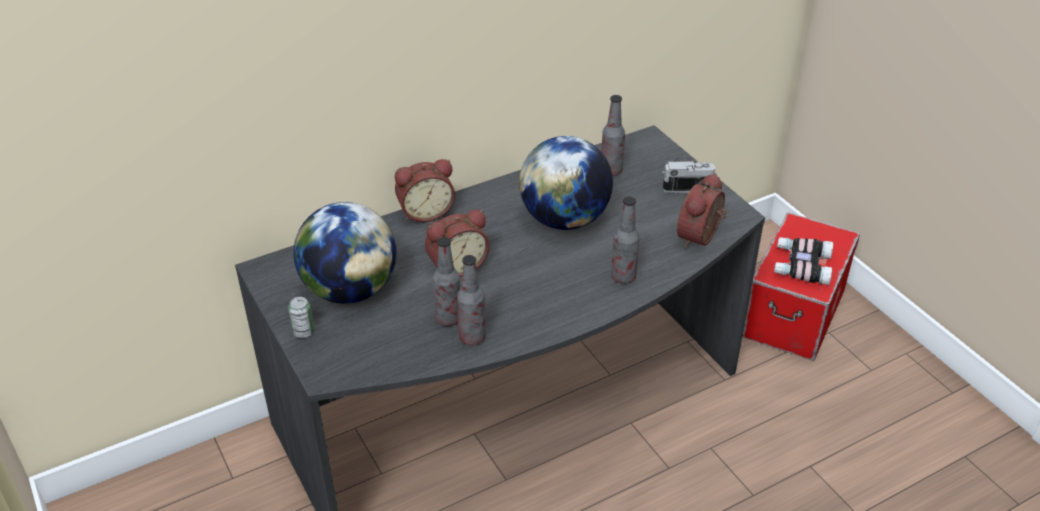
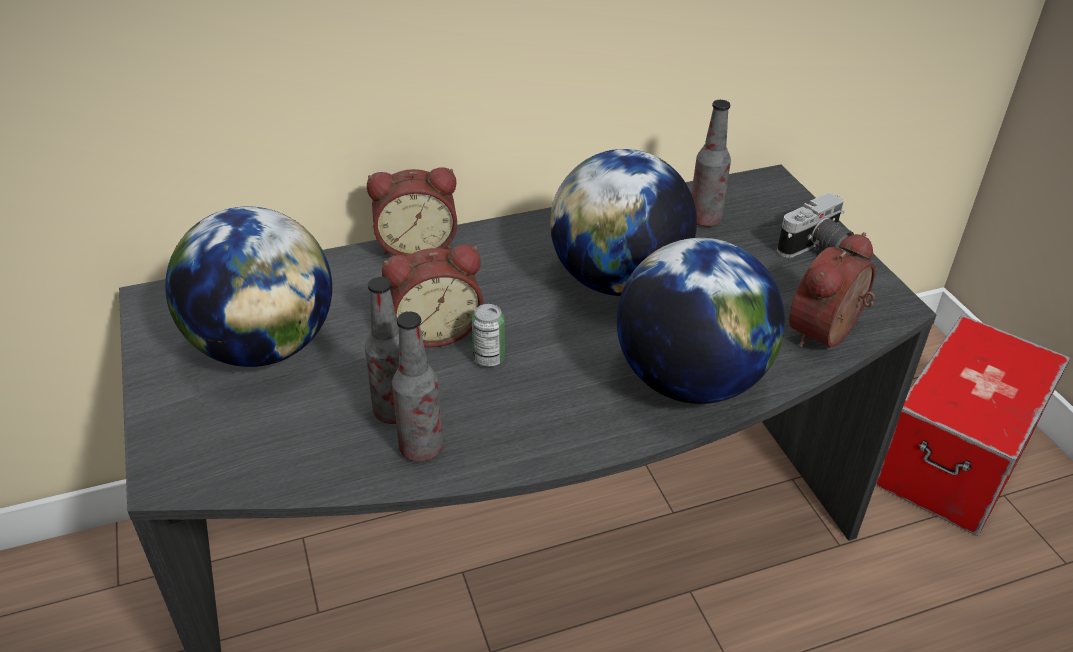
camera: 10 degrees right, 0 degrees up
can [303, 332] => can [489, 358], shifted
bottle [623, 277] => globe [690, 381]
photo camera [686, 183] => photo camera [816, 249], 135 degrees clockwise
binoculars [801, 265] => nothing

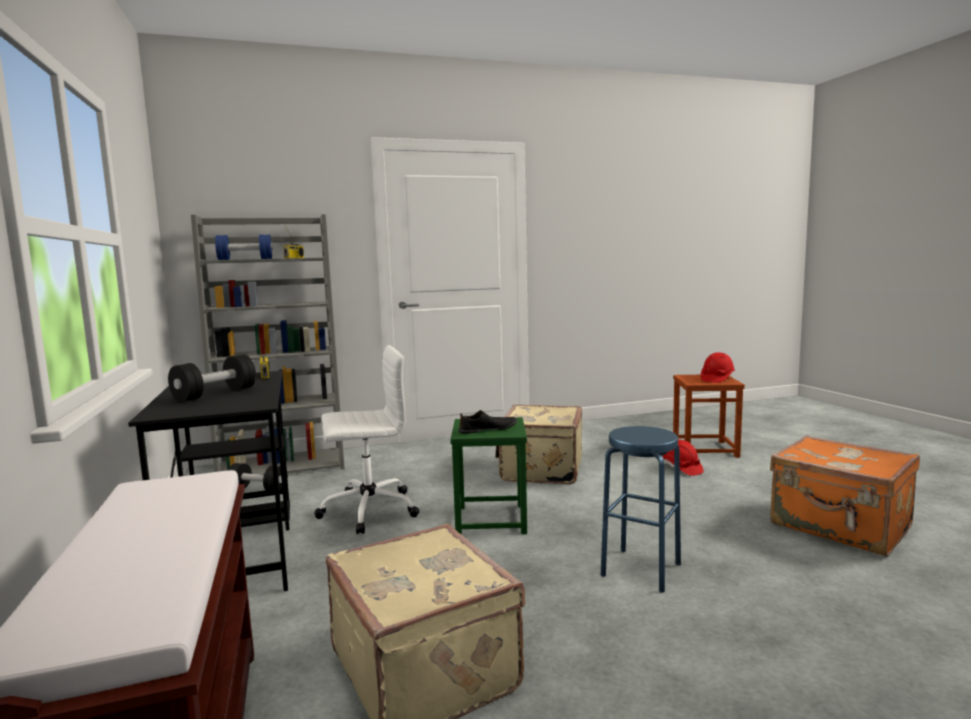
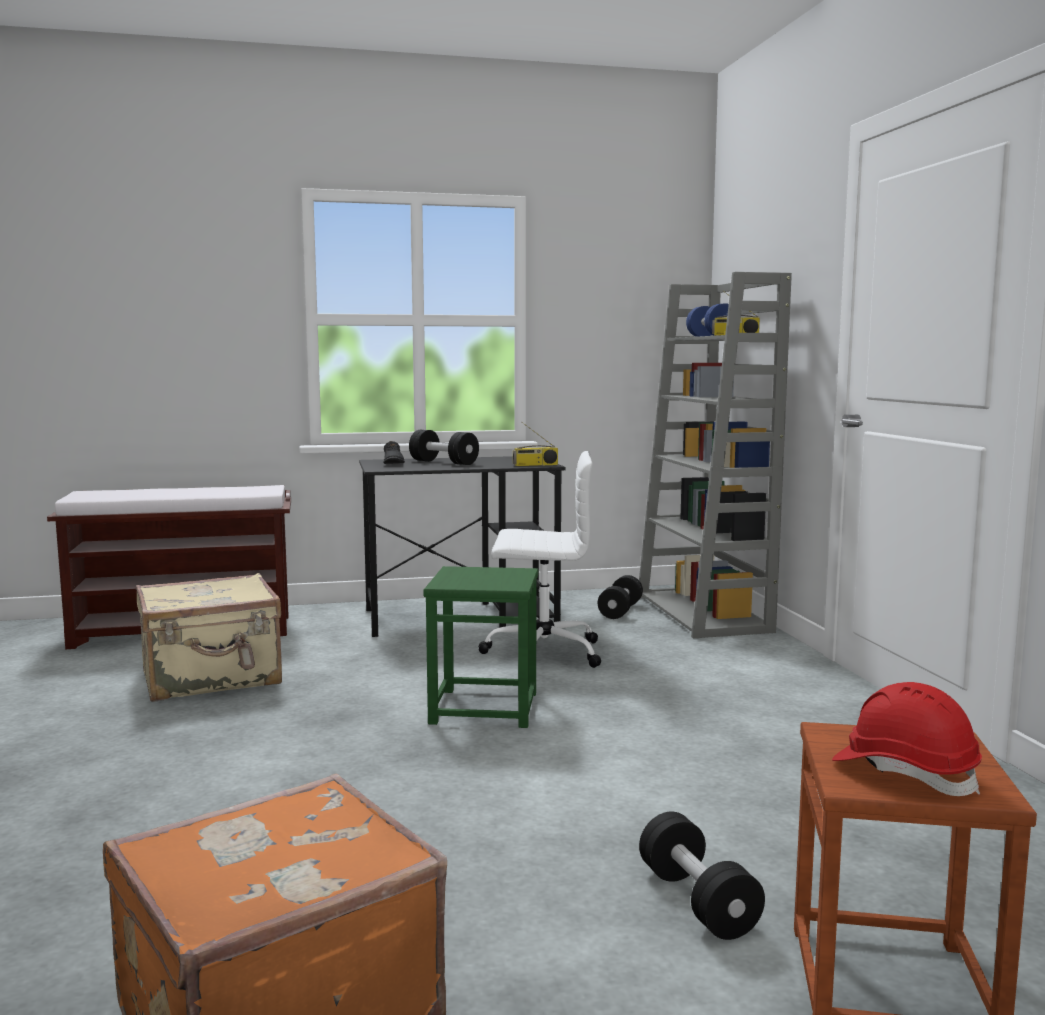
camera: 95 degrees right, 0 degrees up
office chair (white) [367, 510] => office chair (white) [541, 653], 75 degrees counterclockwise
shoe (black) [488, 429] => shoe (black) [392, 463], shifted
suitcase (beige) [540, 469] => nothing
stool (blue) [641, 570] => nothing
hard hat (red) [681, 468] => dumbbell (black) [697, 901]

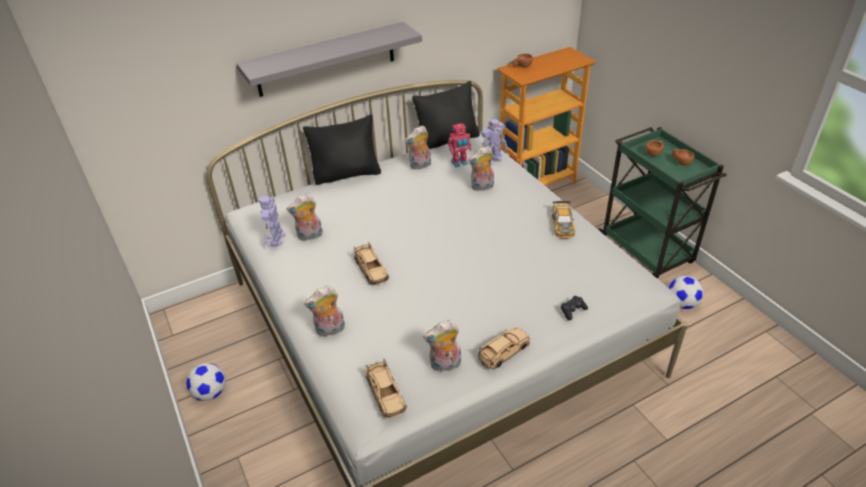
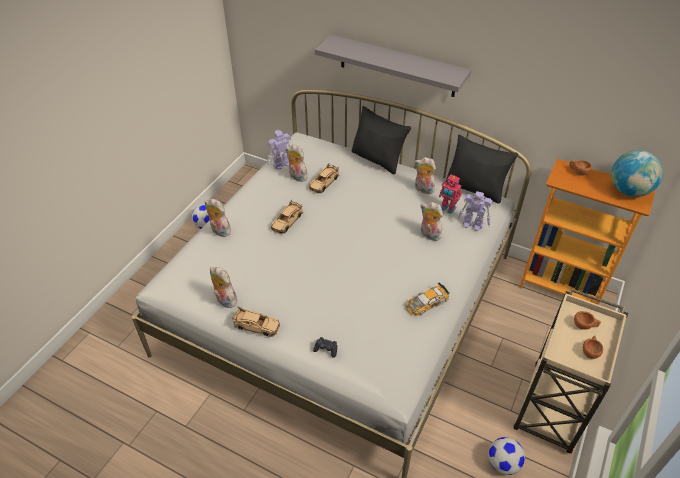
camera: 55 degrees right, 5 degrees up
toy car (beige) [386, 394] => toy car (beige) [324, 182], shifted
cart (green) [647, 251] => cart (beige) [551, 409]
nothing => globe [629, 191]

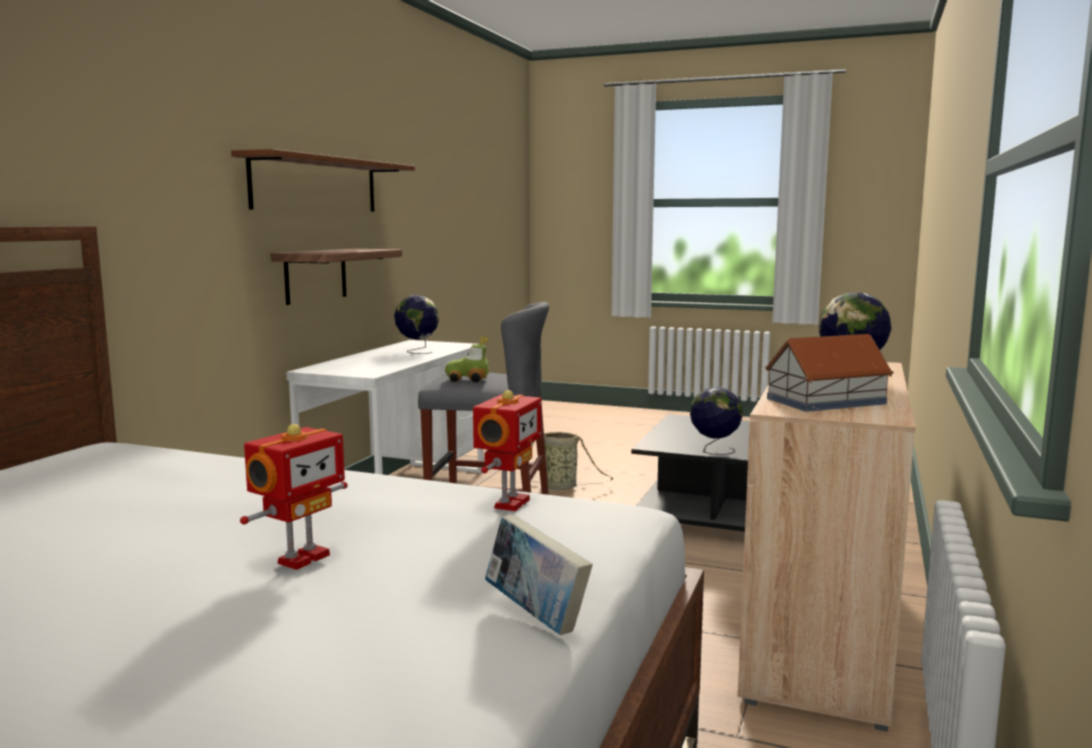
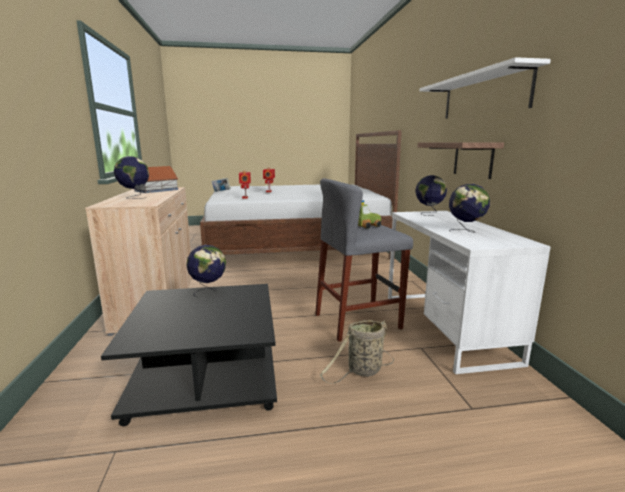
camera: 150 degrees right, 5 degrees up
shelf (brown) [316, 185] => shelf (white) [483, 95]
nothing => globe [429, 213]

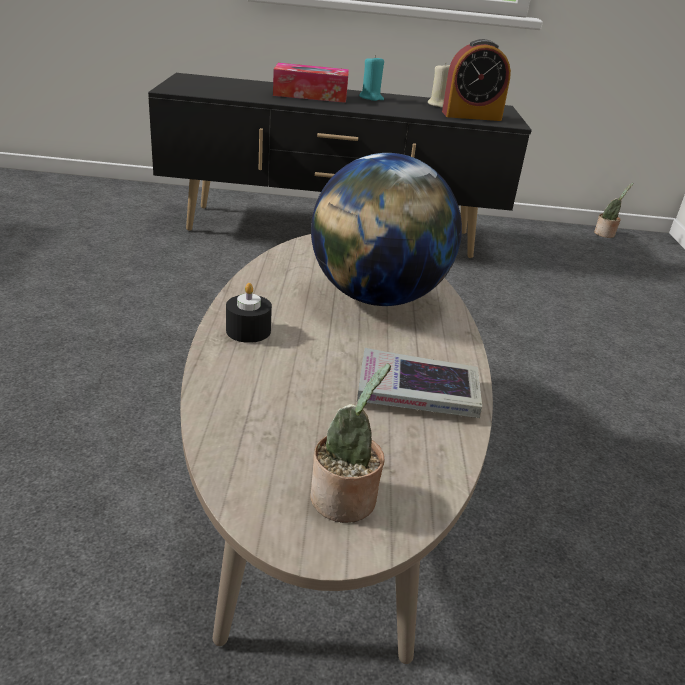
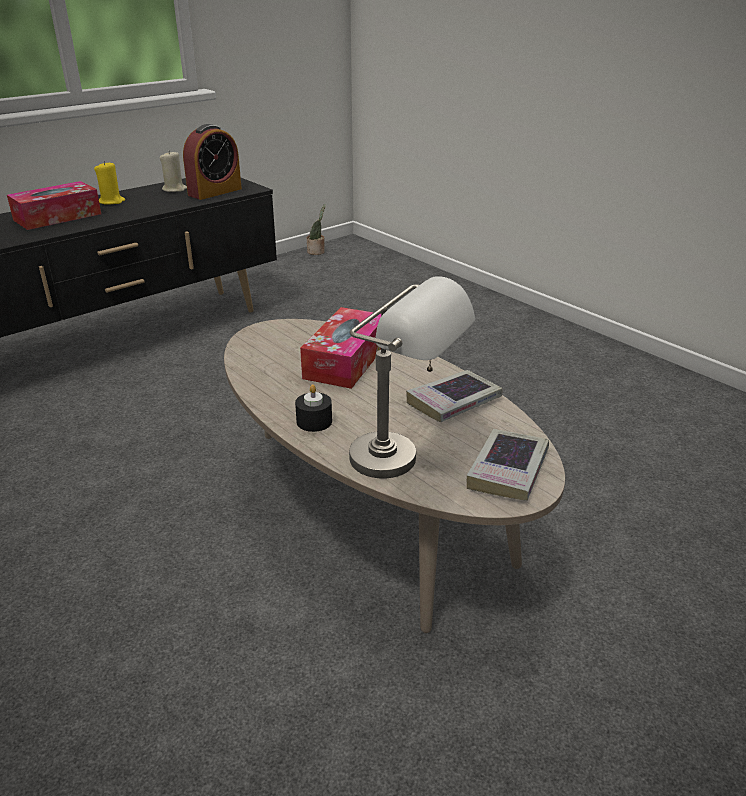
camera: 40 degrees left, 0 degrees up
potted plant [345, 502] => book [508, 470]
globe [377, 297] => tissue box [346, 360]
candle (turquoise) [371, 98] => candle (yellow) [112, 201]
nothing => table lamp (grey) [405, 464]

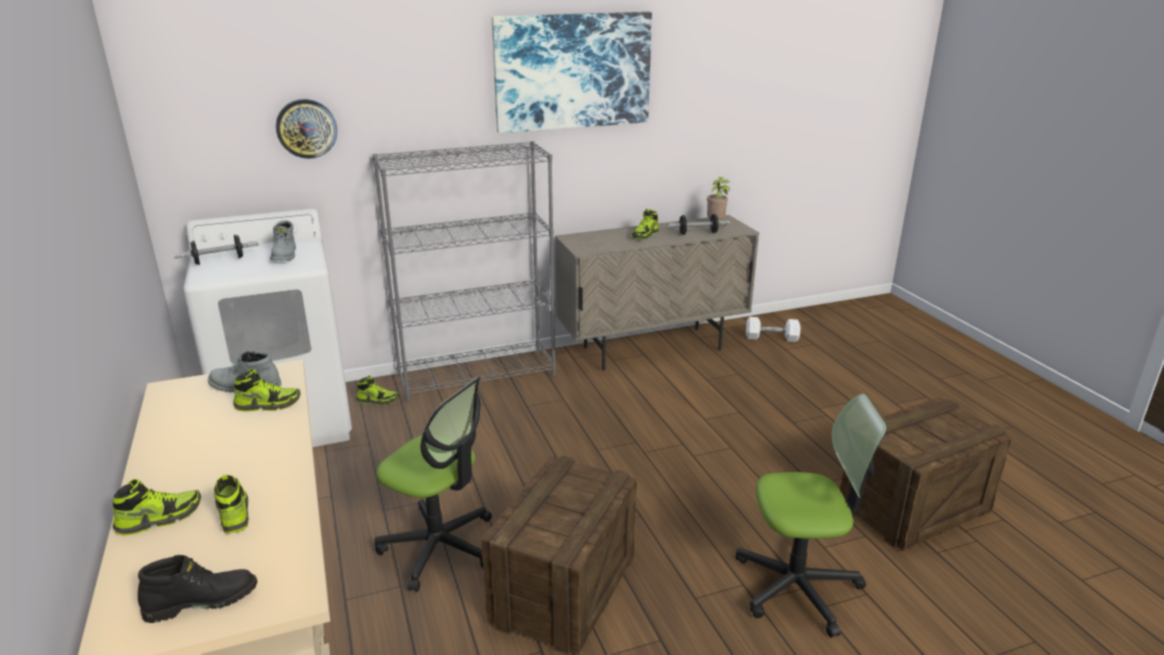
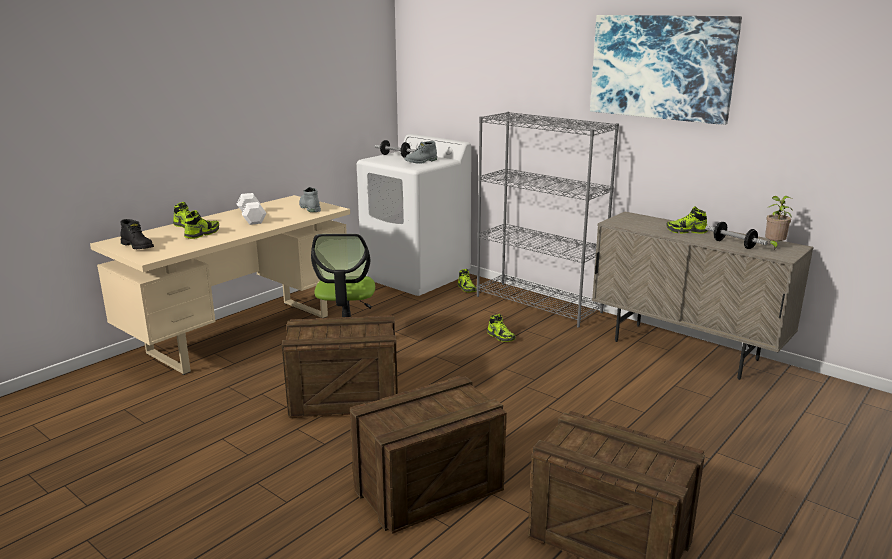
camera: 60 degrees right, 5 degrees down
shoe [268, 404] => shoe [501, 337], shifted
wall clock [306, 128] => nothing
office chair [797, 586] => crate [427, 489]
dumbbell (white) [771, 338] => dumbbell (white) [252, 217], shifted

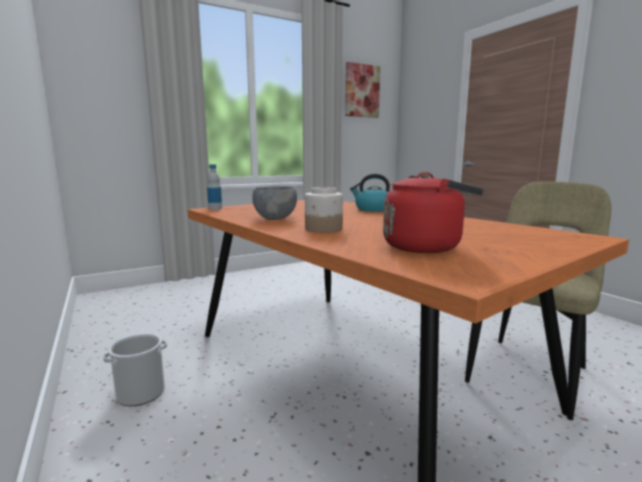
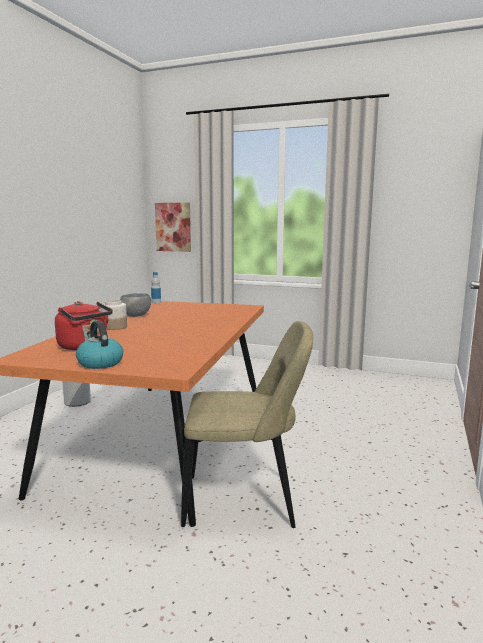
camera: 50 degrees right, 0 degrees up
picture [362, 91] => picture [173, 227], shifted
kettle [372, 209] => kettle [100, 363], shifted

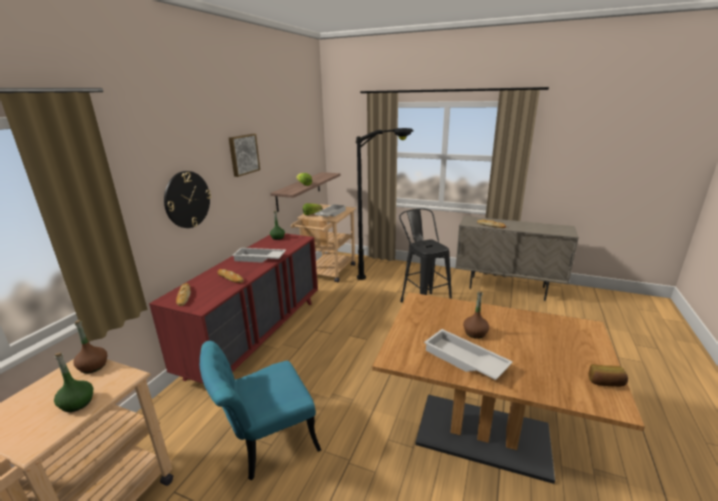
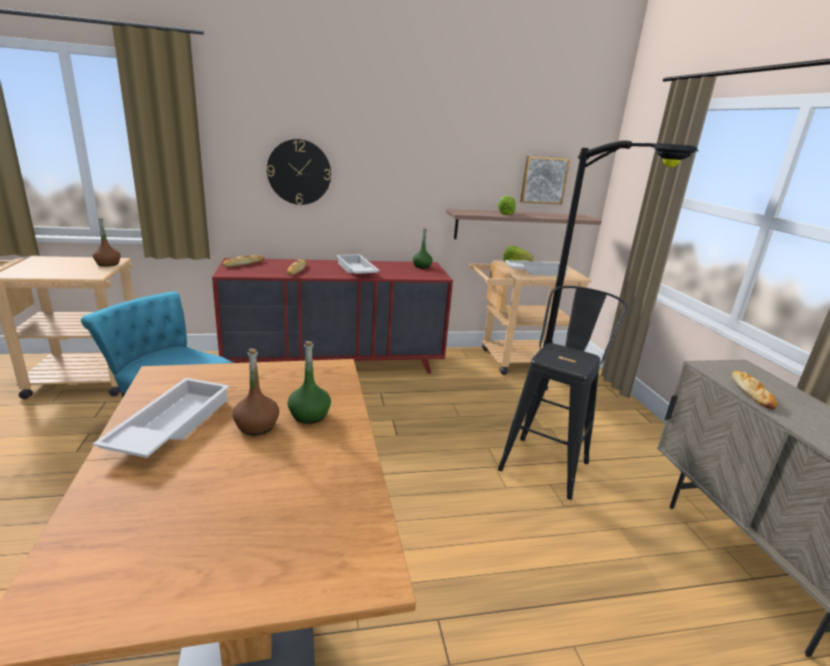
camera: 55 degrees right, 0 degrees up
bottle (green) [77, 403] => bottle (green) [309, 415], shifted
picture [243, 154] => picture [543, 180], shifted
bread [605, 383] => nothing

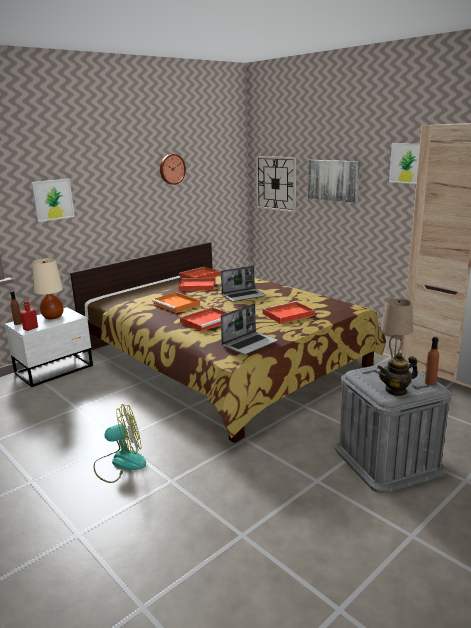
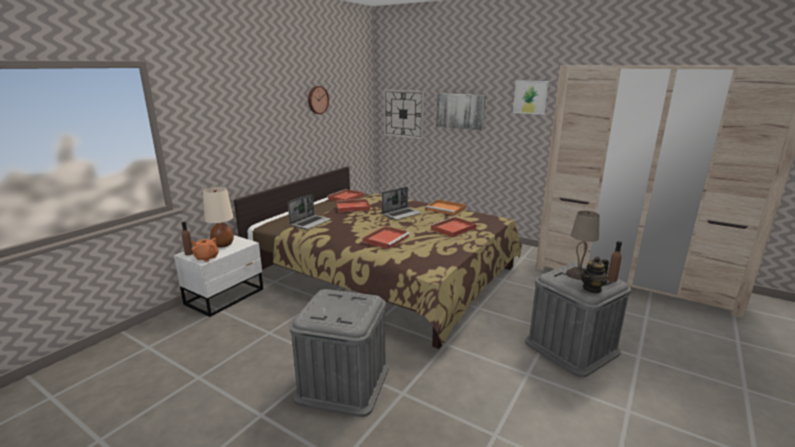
camera: 15 degrees left, 0 degrees up
bottle (red) [30, 328] => teapot (orange) [206, 258]
picture [53, 199] => nothing
fan [120, 463] => storage box (grey) [343, 382]
tray (orange) [177, 304] => tray (orange) [446, 209], shifted
laptop [249, 344] => laptop [310, 223], shifted

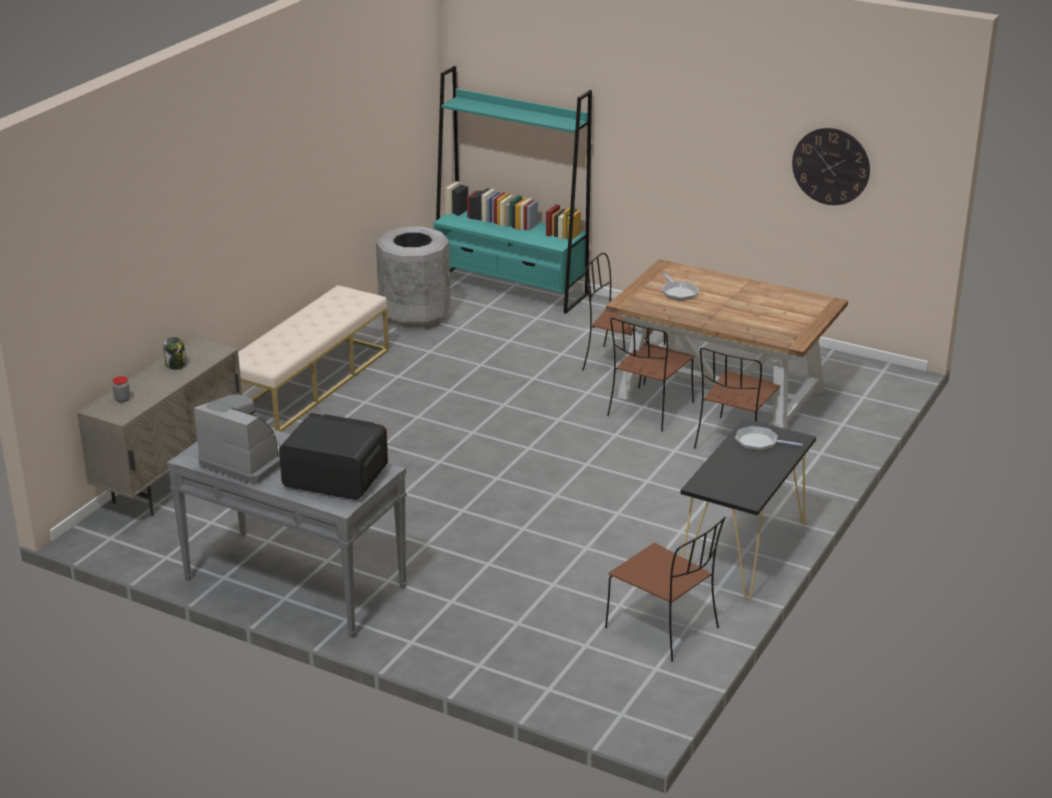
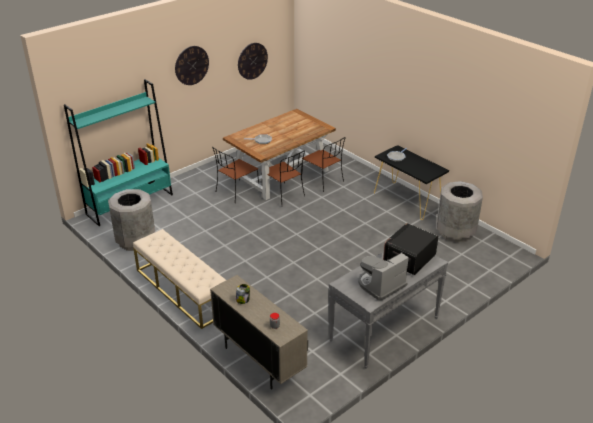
camera: 70 degrees left, 5 degrees up
chair (brown) [664, 629] => trash can (grey) [455, 232]
nothing => wall clock [191, 65]

